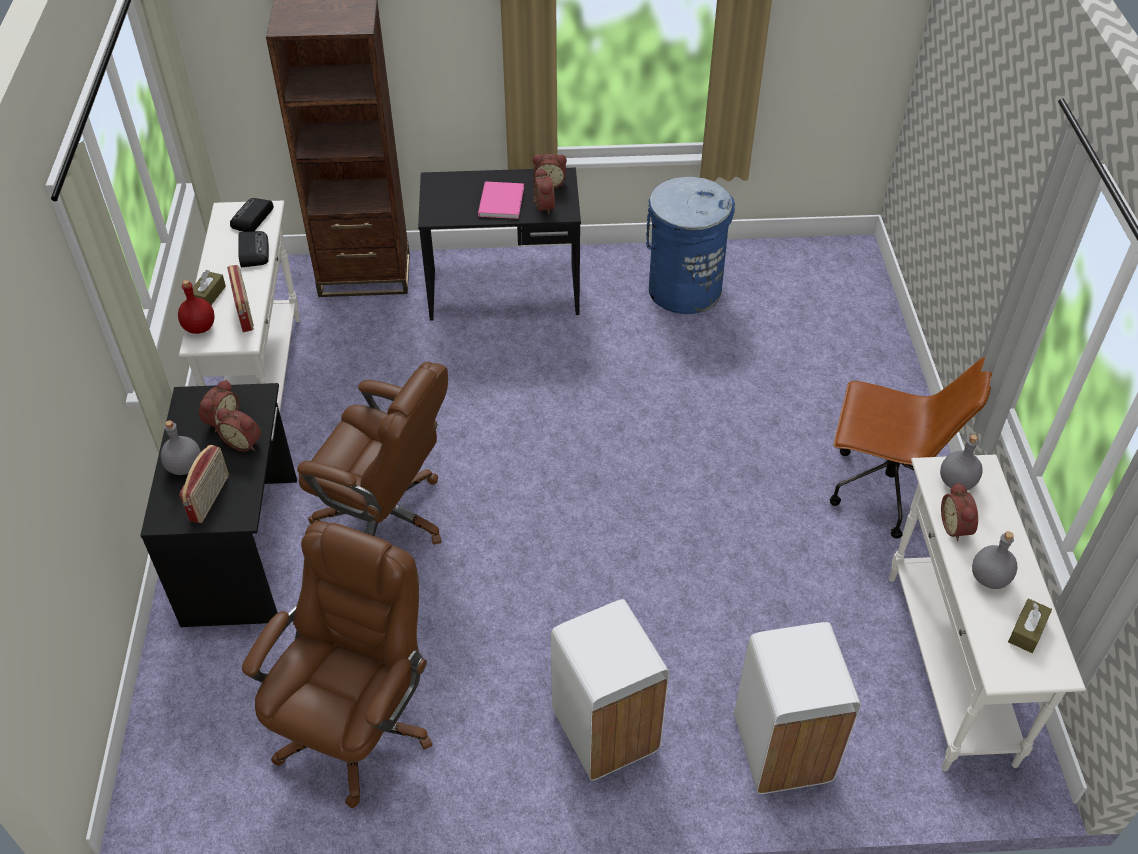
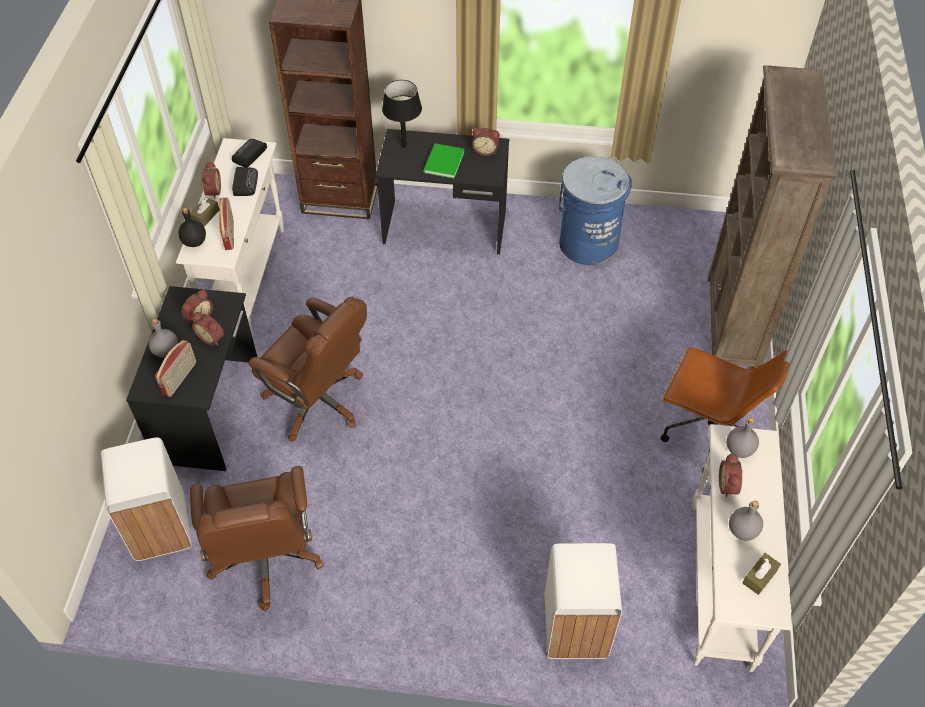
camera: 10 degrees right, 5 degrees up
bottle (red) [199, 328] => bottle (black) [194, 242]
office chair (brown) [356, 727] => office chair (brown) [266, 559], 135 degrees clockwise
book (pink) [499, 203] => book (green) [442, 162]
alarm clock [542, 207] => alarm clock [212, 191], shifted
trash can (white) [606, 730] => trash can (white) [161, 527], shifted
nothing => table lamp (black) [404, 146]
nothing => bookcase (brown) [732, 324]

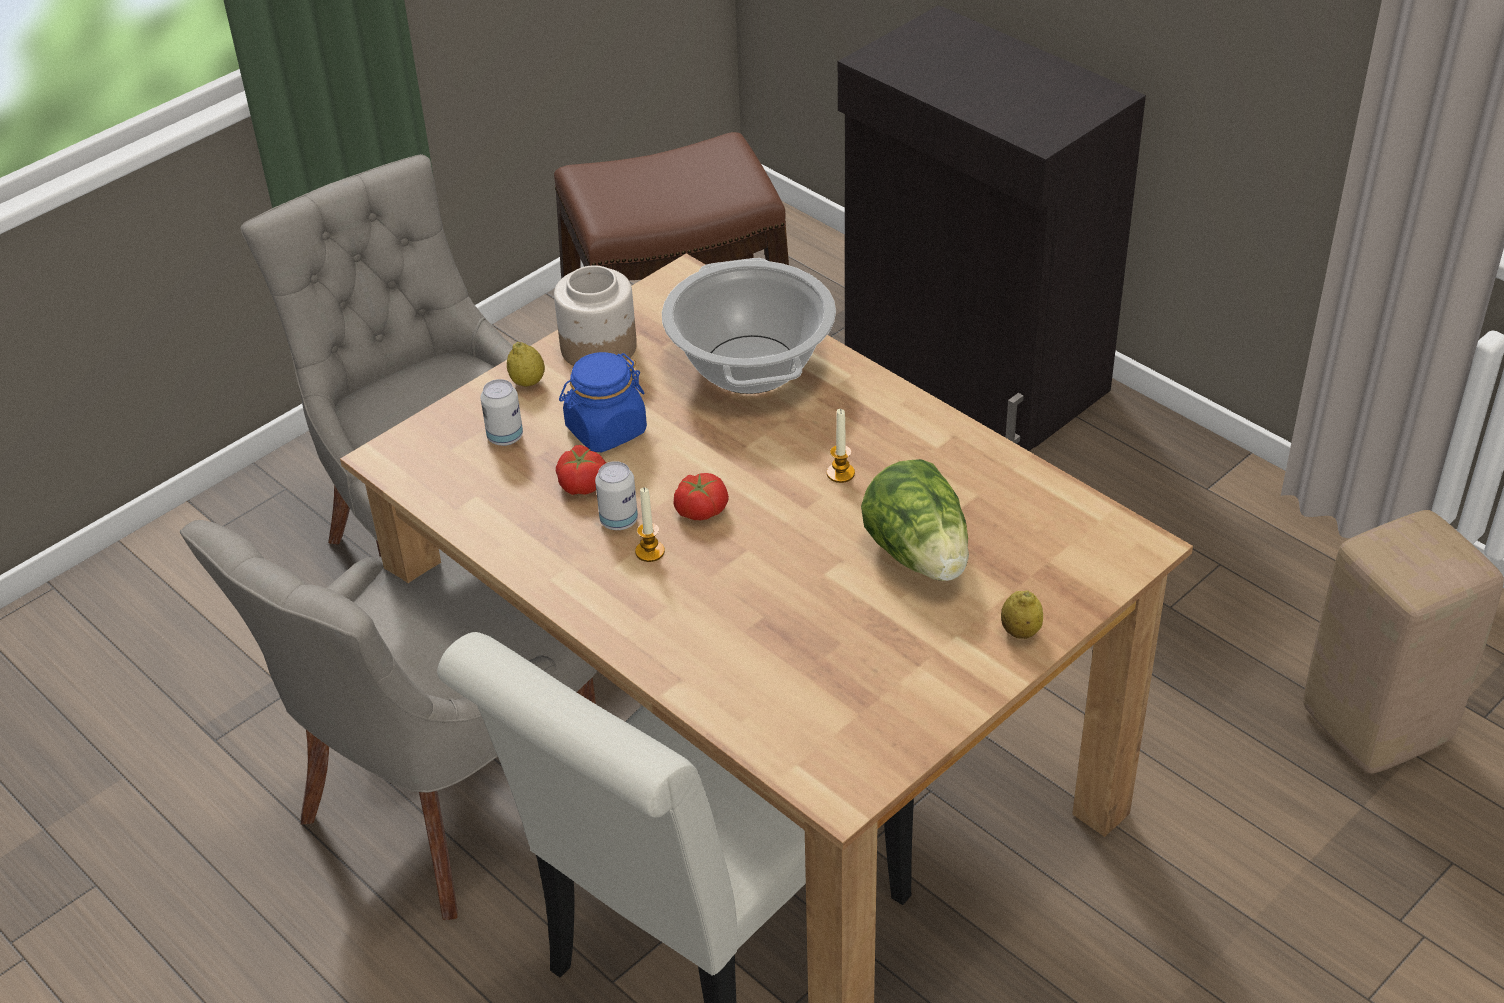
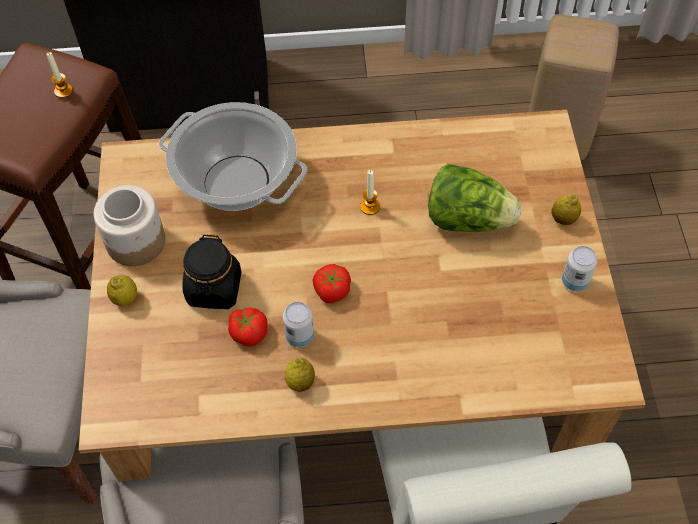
camera: 50 degrees left, 15 degrees up
can [505, 437] => can [574, 281], shifted
jar (blue) [605, 430] => jar (black) [214, 289]
candle [650, 552] => candle [63, 91], shifted
nothing => lemon [300, 382]

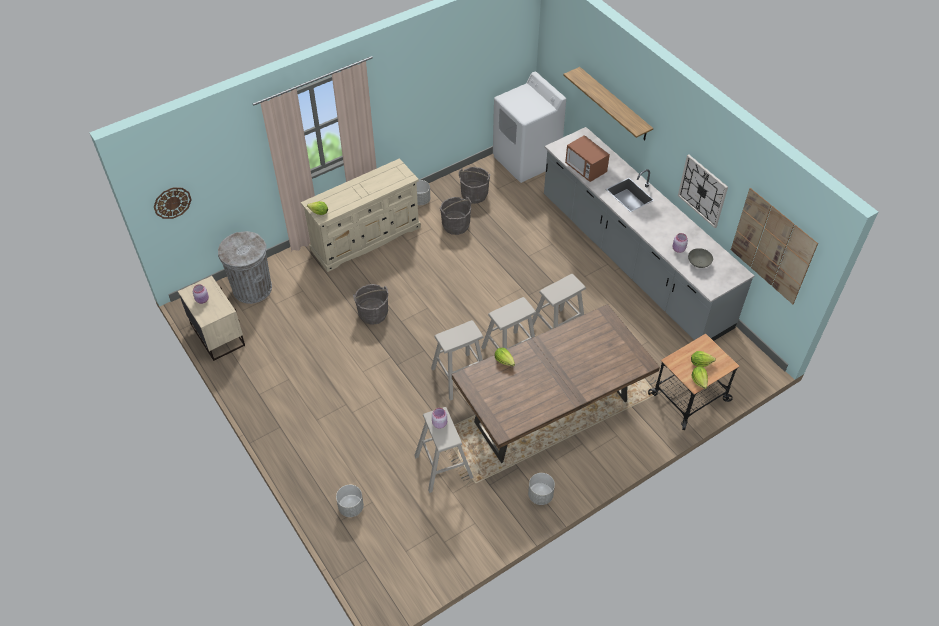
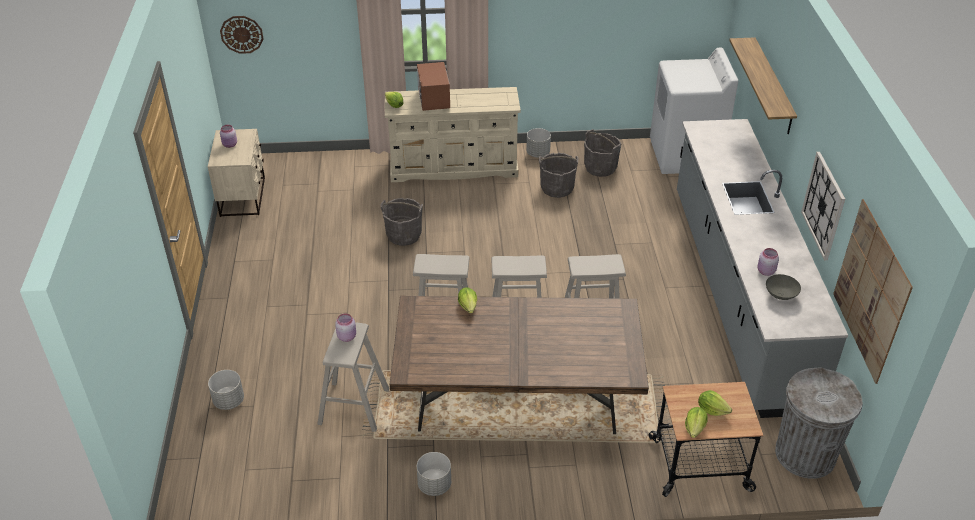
camera: 30 degrees right, 10 degrees down
trash can (grey) [252, 288] => trash can (grey) [805, 454], shifted
microwave [585, 169] => microwave [433, 100], shifted

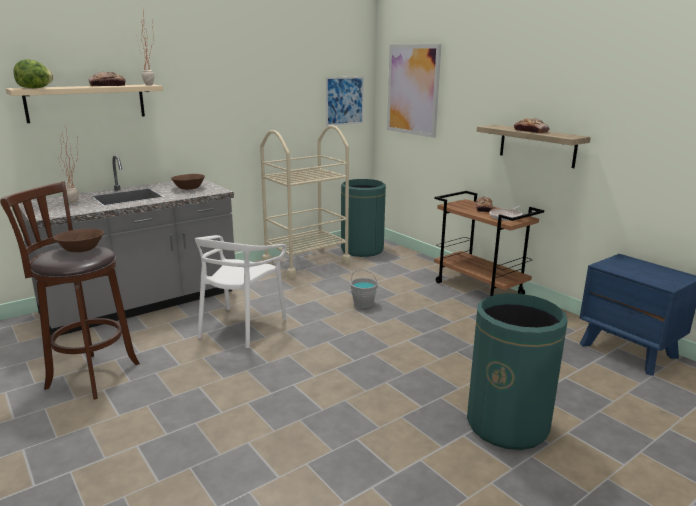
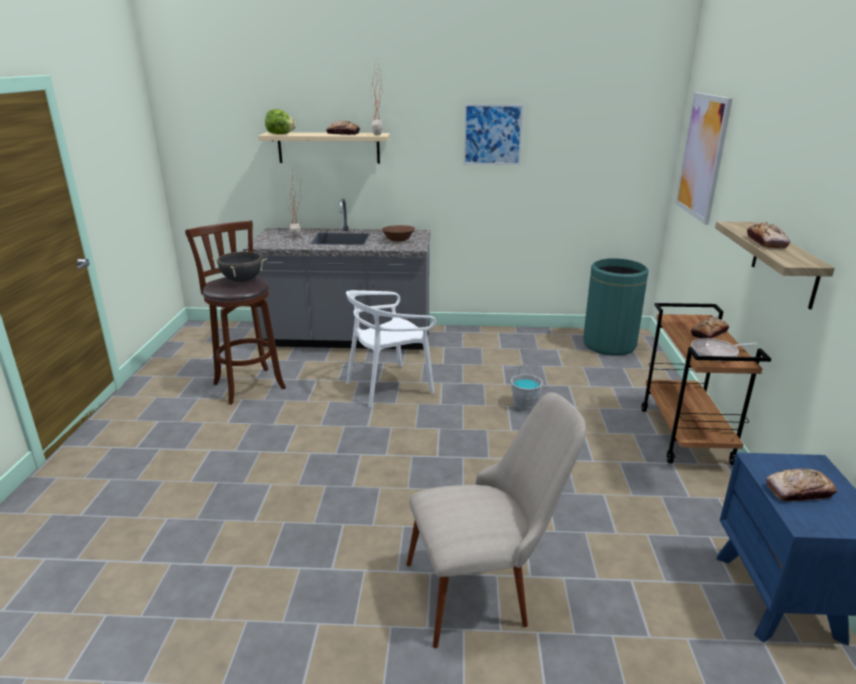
camera: 40 degrees right, 5 degrees up
bowl (brown) [81, 250] => cooking pot (black) [242, 281]
cart (beige) [306, 262] => nothing
picture [344, 101] => picture [492, 134], shifted
trash can (green) [507, 424] => chair (beige) [486, 588]
nothing => bread [799, 491]

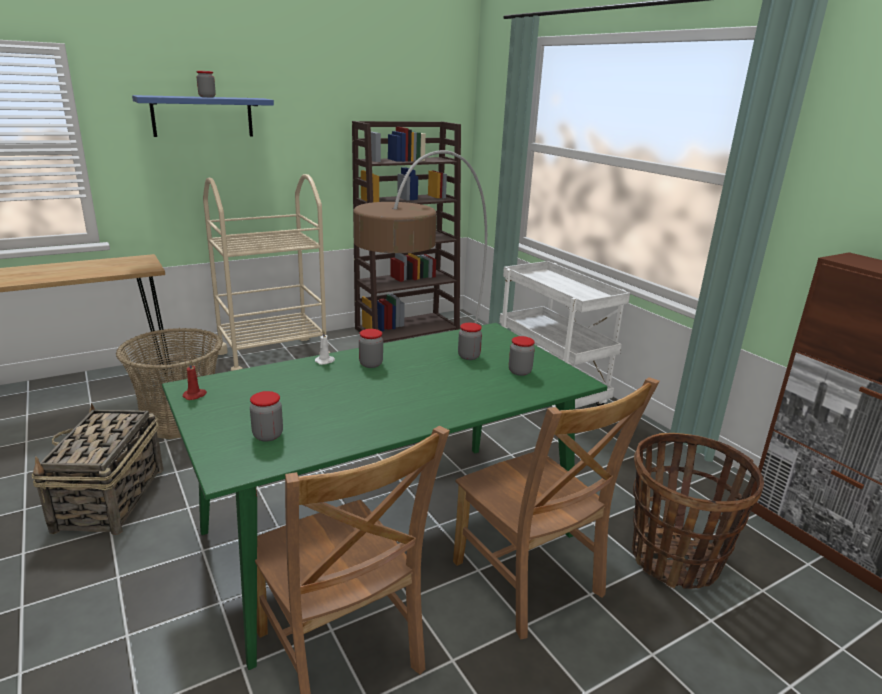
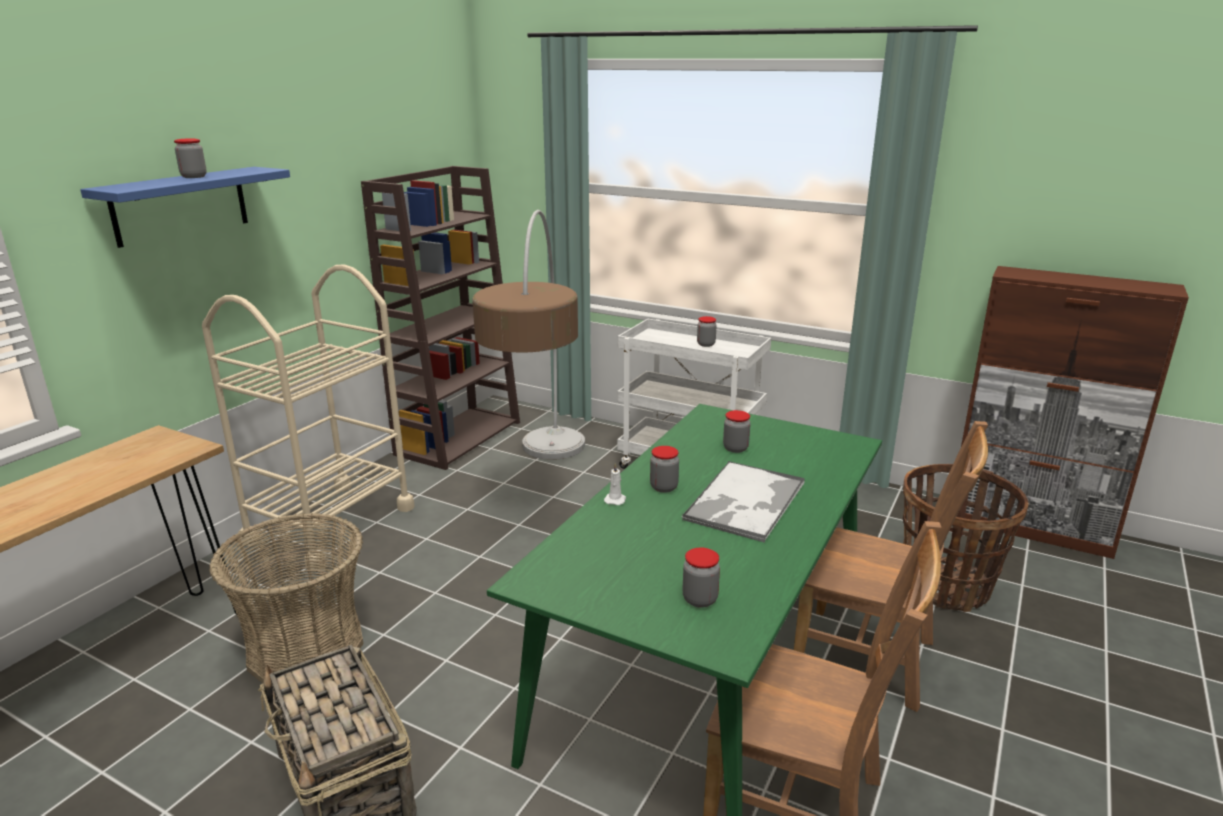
camera: 30 degrees left, 0 degrees up
candle (red) [195, 395] => nothing
jar [520, 371] => jar [706, 344], shifted
nothing => tray [744, 502]

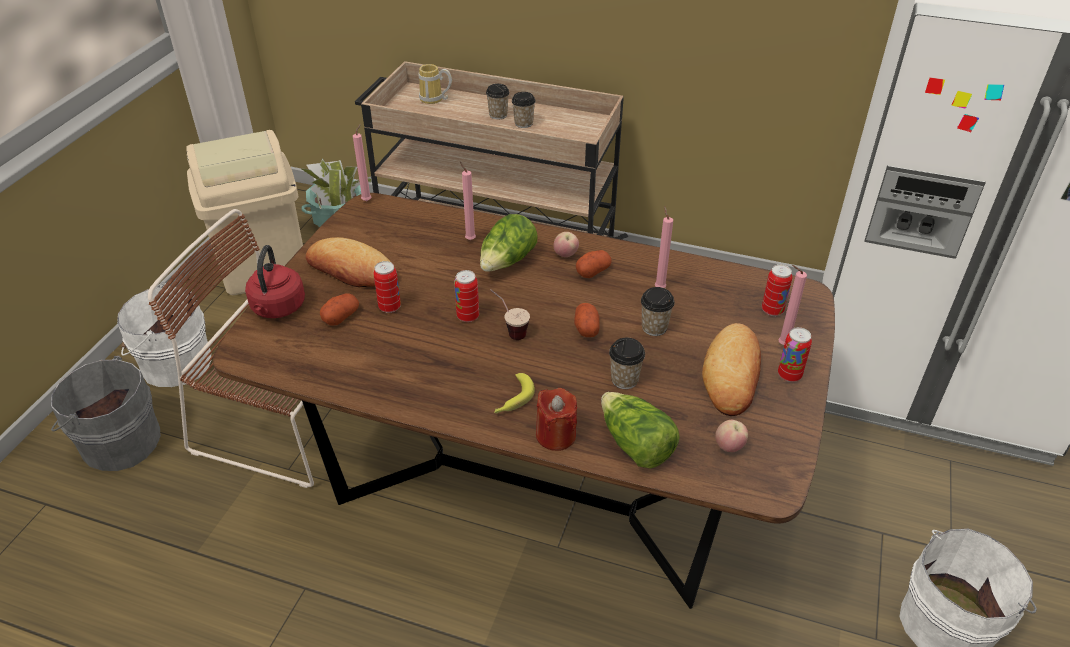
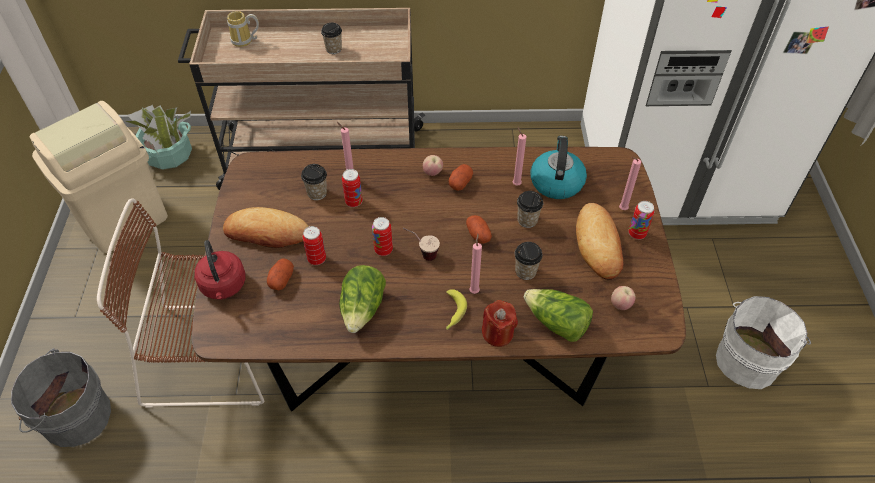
camera: 20 degrees left, 10 degrees up
bucket (white) [173, 363] => nothing
candle (pink) [367, 200] => candle (pink) [474, 290], shifted
lettuce [507, 262] => lettuce [363, 308], shifted
cup [498, 115] => cup [317, 193], shifted
can [772, 310] => can [354, 202], shifted
nothing => kettle [556, 182]

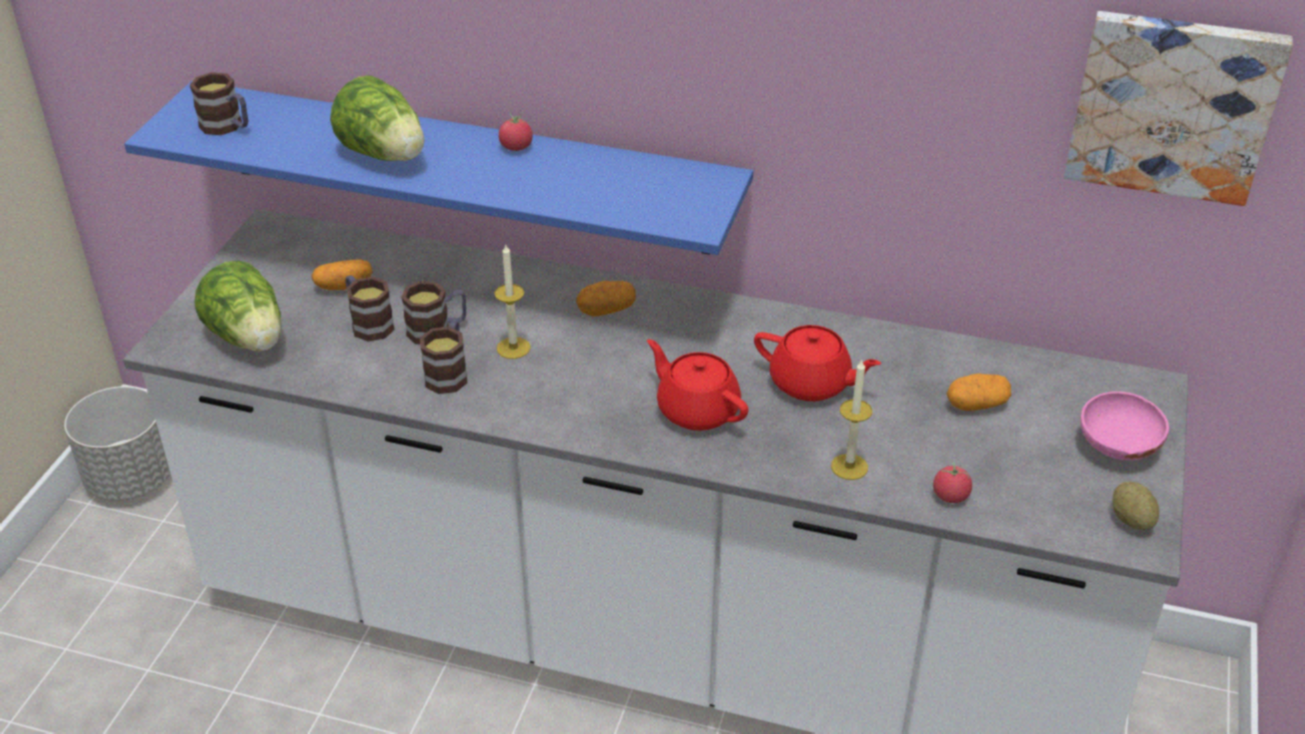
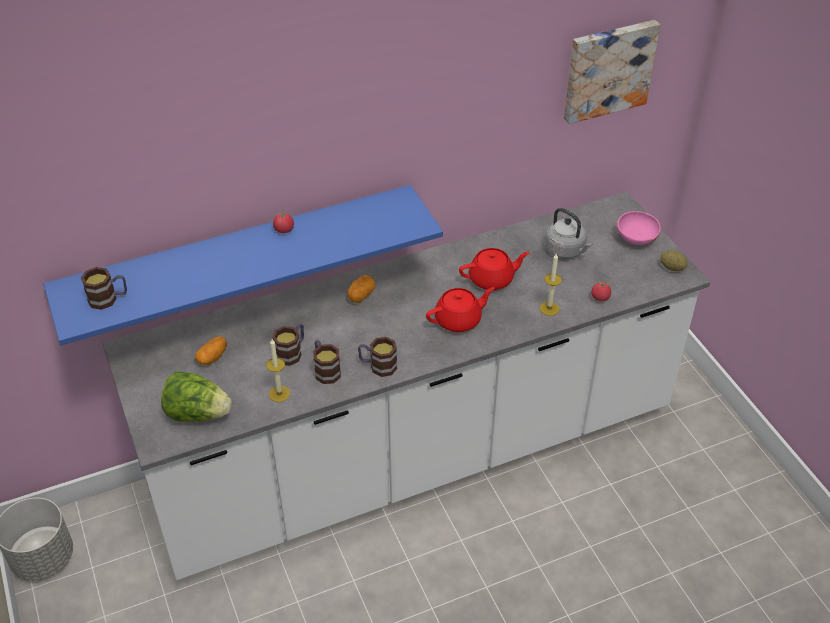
camera: 40 degrees left, 5 degrees up
lettuce [385, 155] => nothing
mug [368, 323] => mug [378, 366], shifted
candle [513, 348] => candle [279, 394], shifted
teapot (red) [697, 409] => teapot (red) [459, 320], 150 degrees clockwise
potato [976, 404] => kettle (grey) [566, 250]

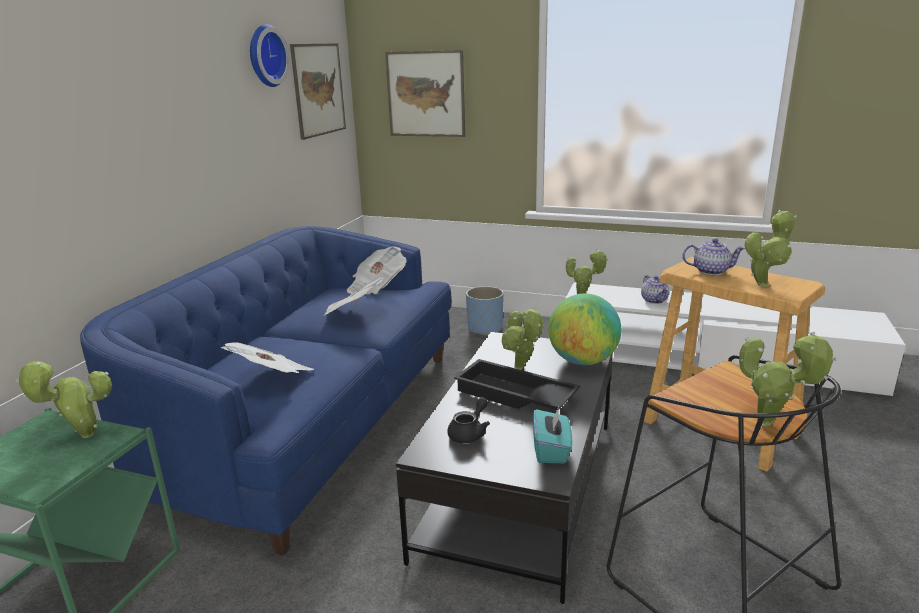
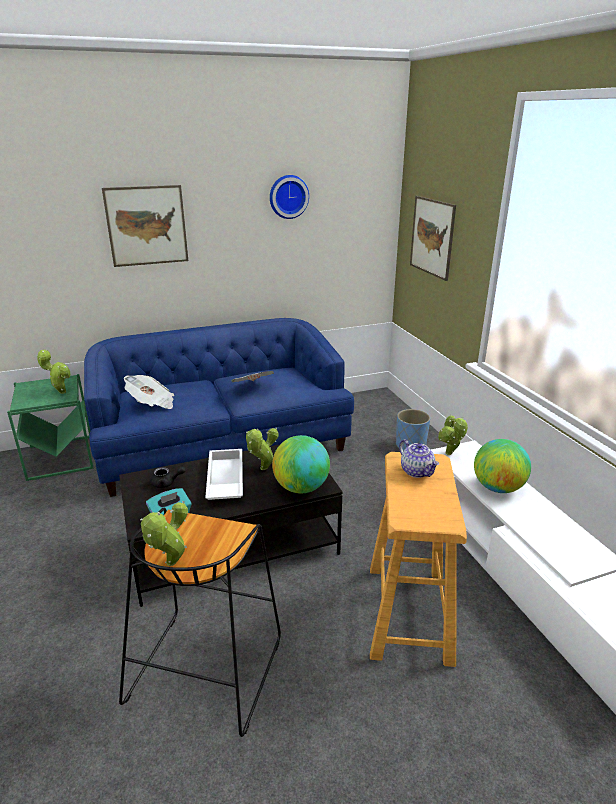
camera: 50 degrees right, 5 degrees up
picture [319, 89] => picture [147, 226], shifted
newspaper [376, 287] => nothing
tray (black) [514, 396] => tray (white) [224, 480]
teapot [654, 300] => globe [498, 488]
potted plant [764, 284] => nothing

